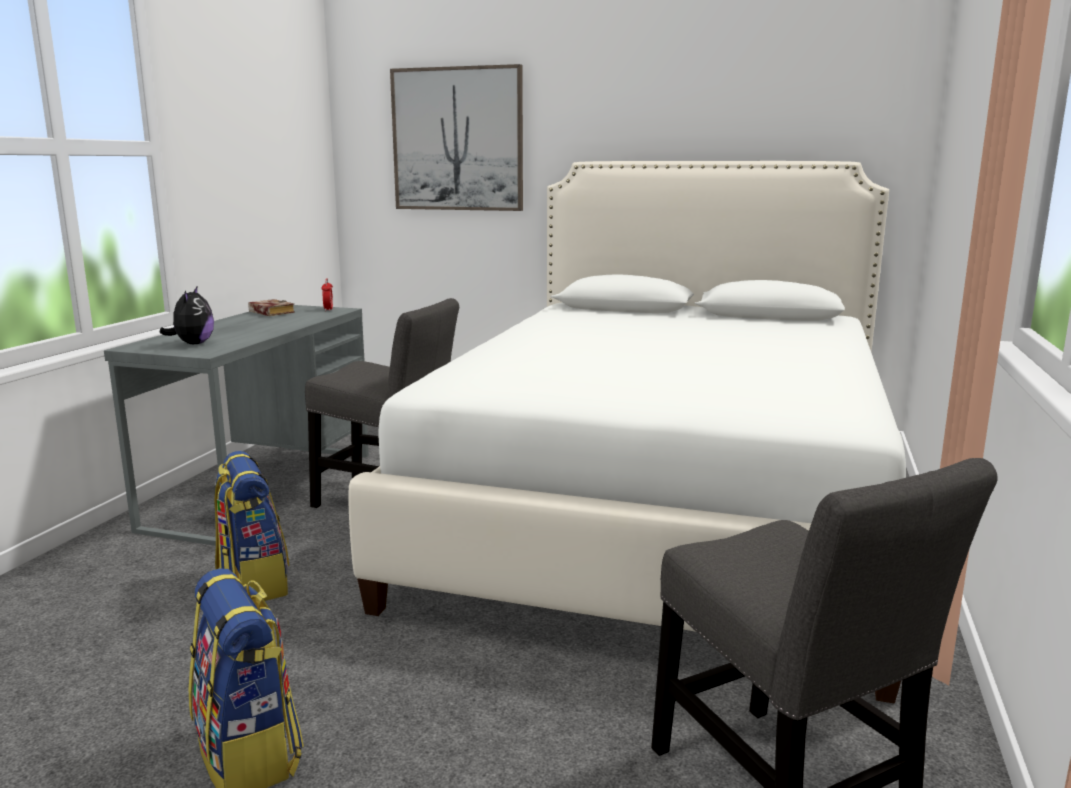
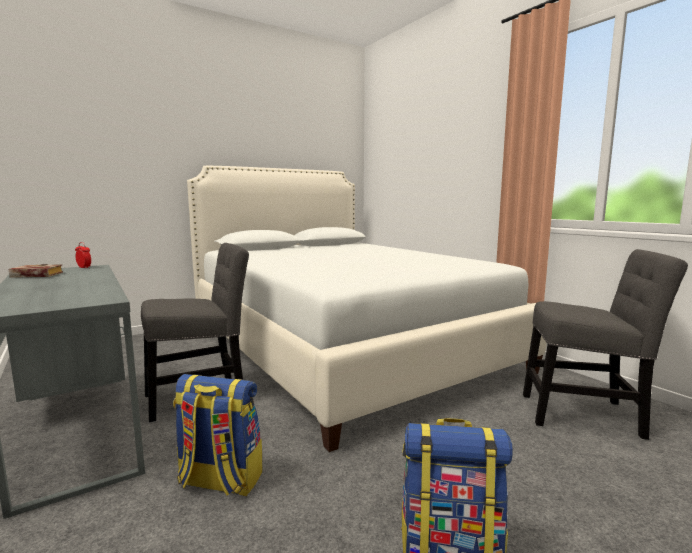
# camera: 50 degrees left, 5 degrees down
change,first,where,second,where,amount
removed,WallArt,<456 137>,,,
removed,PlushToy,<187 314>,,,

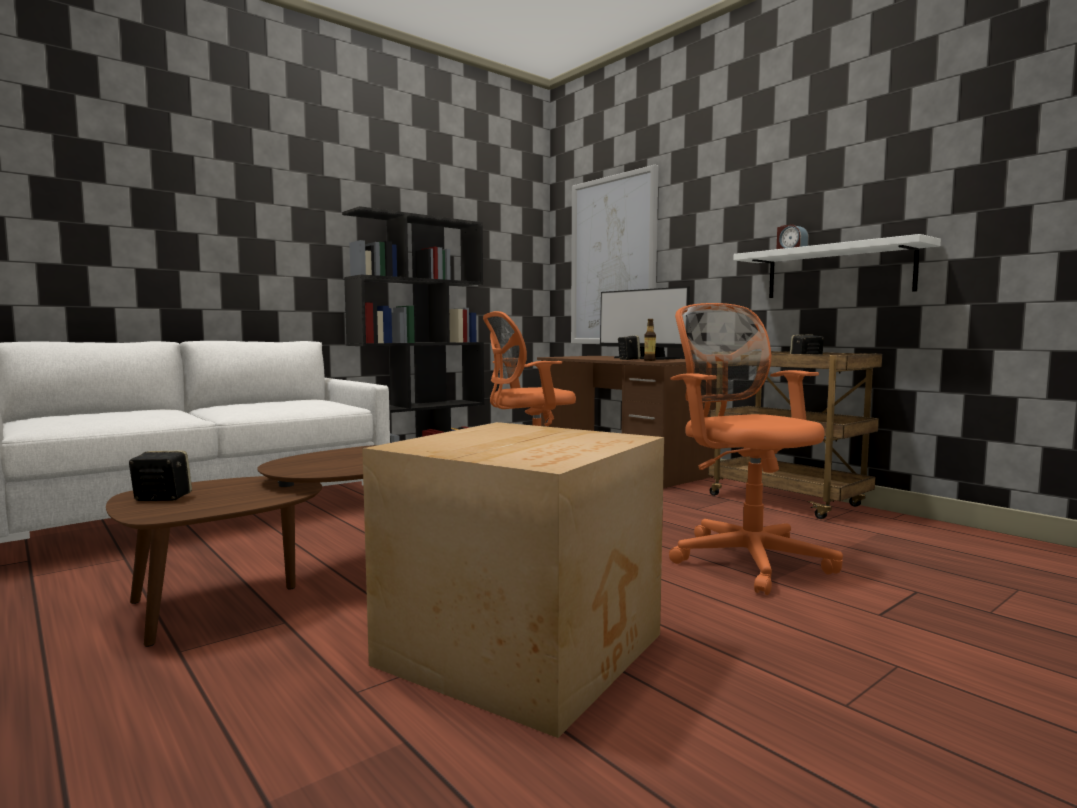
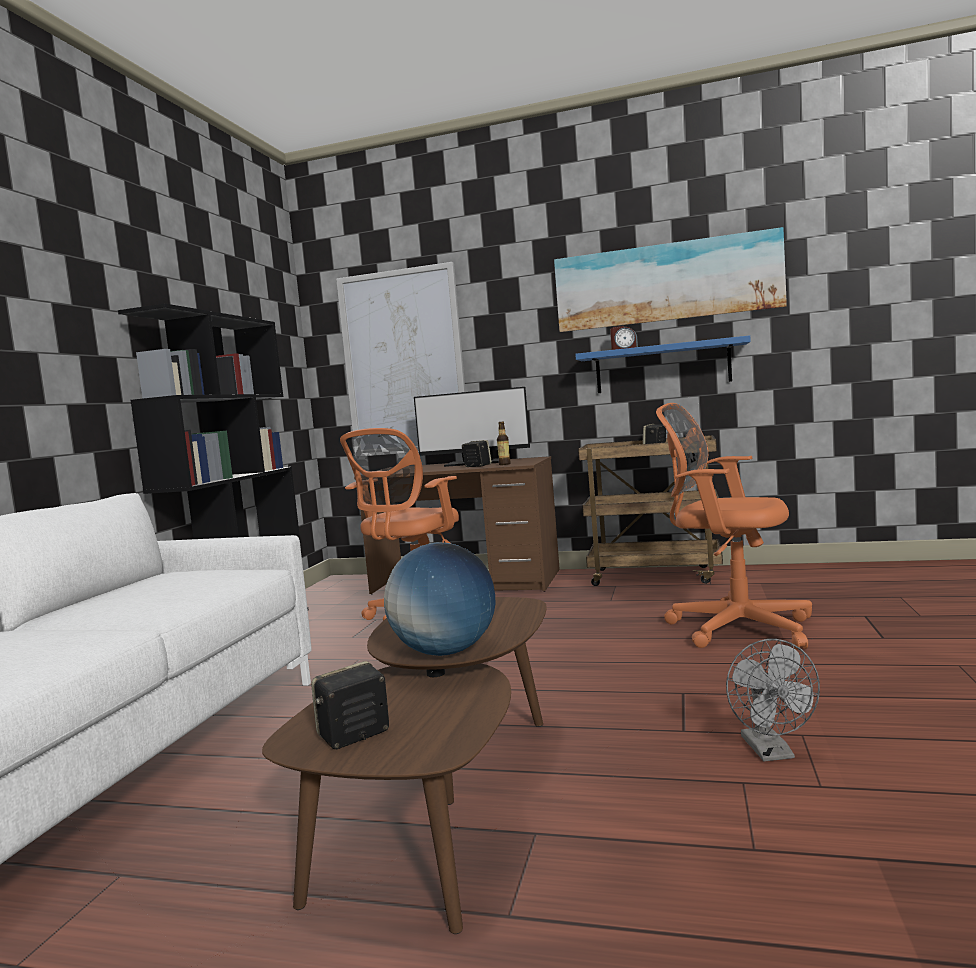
# camera: 35 degrees left, 0 degrees up
change,first,where,second,where,amount
recoloured,WhitishShelf,<837 266>,BluishShelf,<663 364>,
replaced,PackingBox,<513 580>,GrayFan,<773 700>,
added,,,WallArt,<670 279>,
added,,,WorldGlobe,<439 599>,

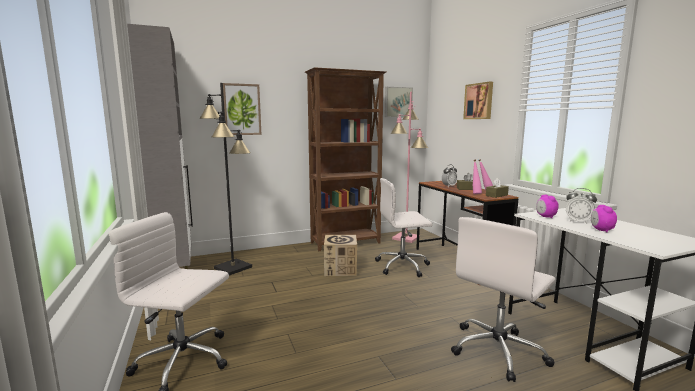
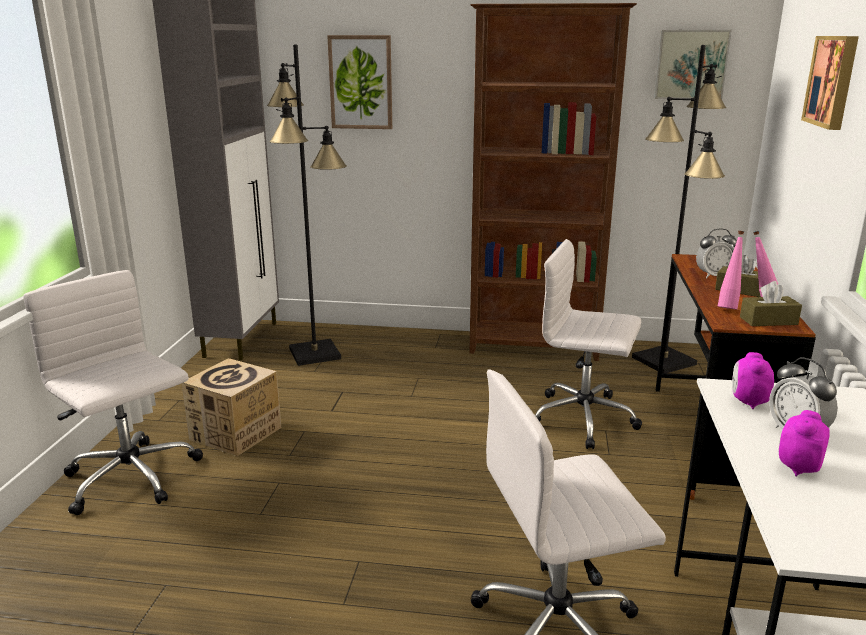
# camera: 30 degrees right, 10 degrees up
change,first,where,second,where,amount
recoloured,PinkishStandingLamp,<409 167>,BlackStandingLamp,<679 209>,
moved,PackingBox,<340 255>,,<231 407>,

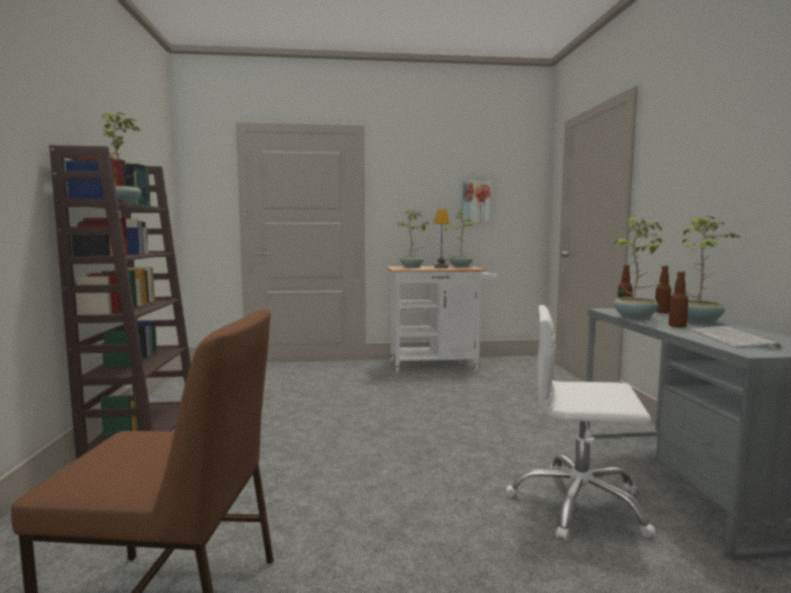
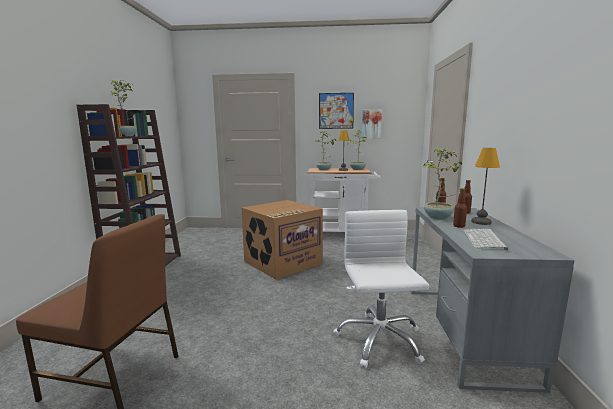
# camera: 10 degrees right, 5 degrees up
change,first,where,second,where,amount
replaced,Houseplant,<712 270>,LampForATable,<485 186>,
turned,WhitishComputerChair,<581 423>,,<381 289>,60 degrees clockwise
added,,,WallArt,<336 111>,
added,,,PackingBox,<282 240>,

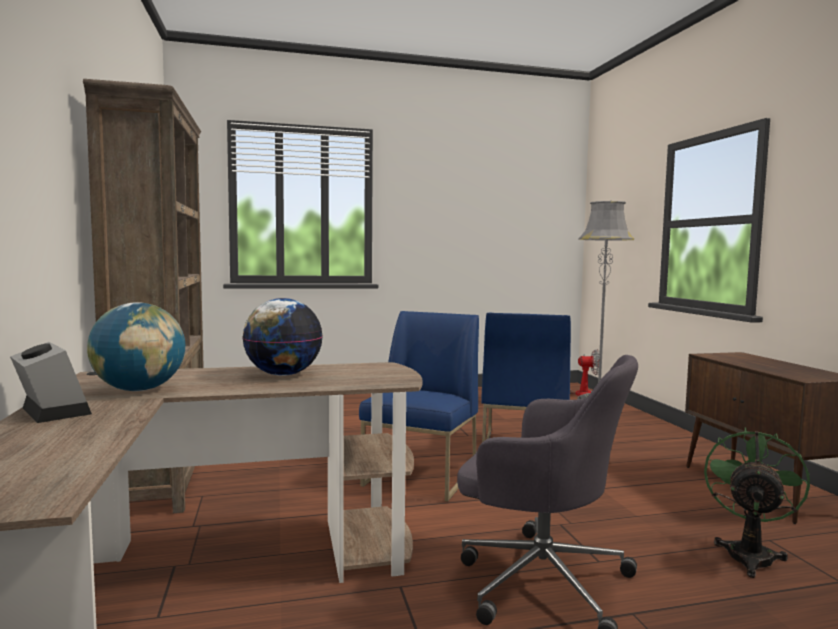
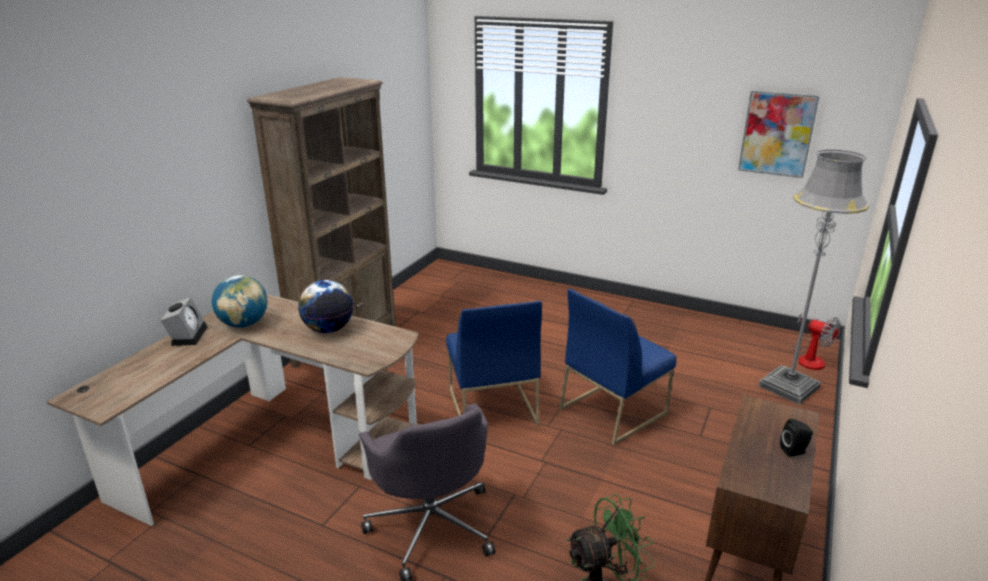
# camera: 40 degrees right, 20 degrees up
change,first,where,second,where,amount
turned,BluishChair,<419 406>,,<494 363>,105 degrees clockwise
added,,,WallArt,<779 134>,
added,,,BlackAudioSpeaker,<796 438>,

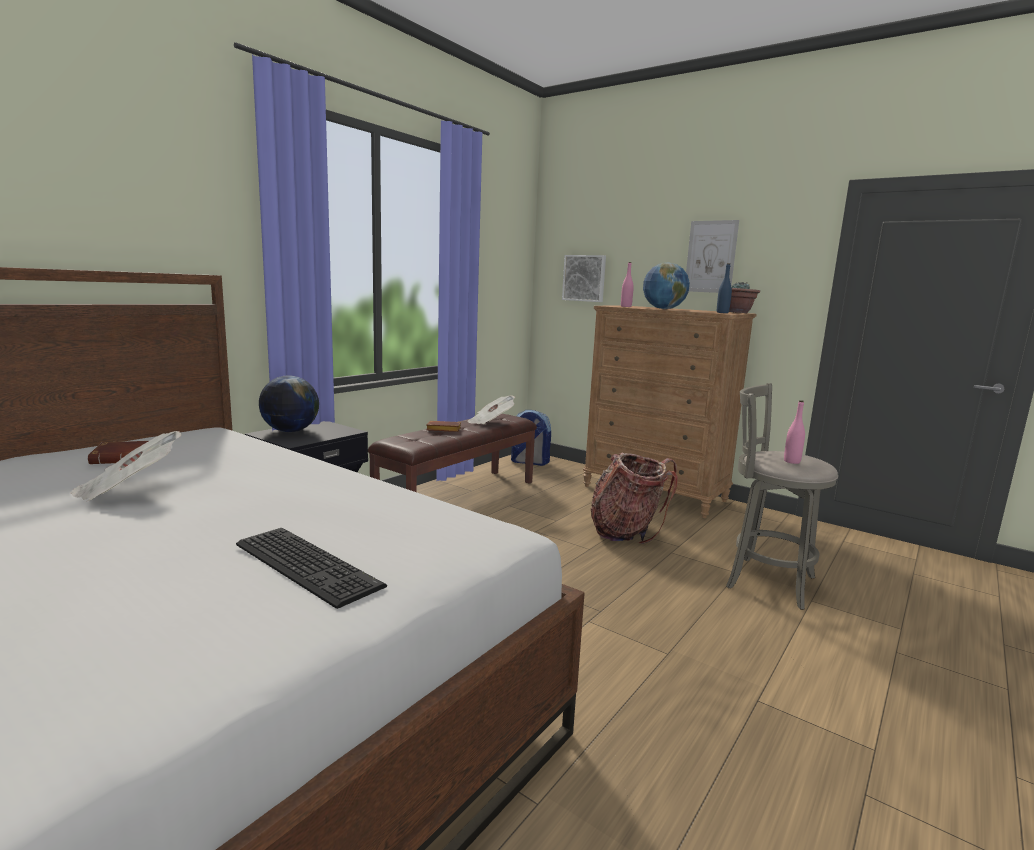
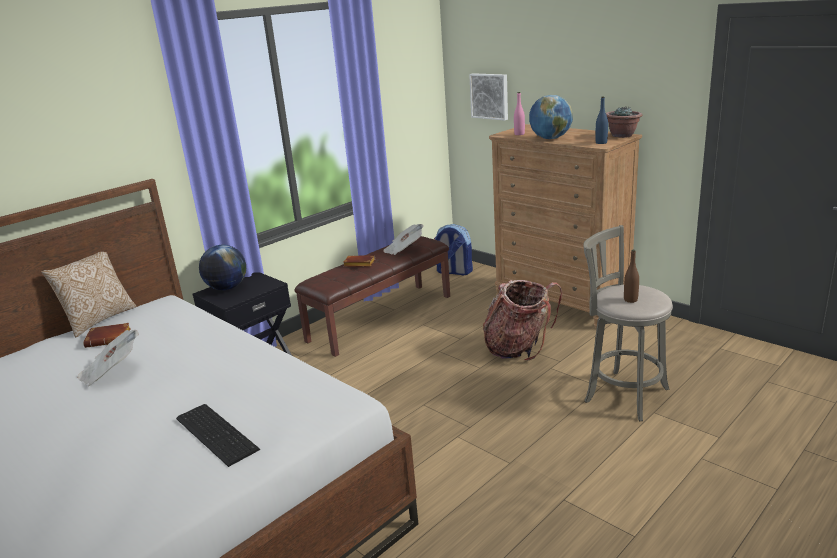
# camera: 10 degrees right, 10 degrees up
change,first,where,second,where,amount
removed,WallArt,<712 256>,,,
recoloured,PinkishBottle,<794 432>,BrownBottle,<631 276>,
added,,,ThrowPillow,<89 294>,

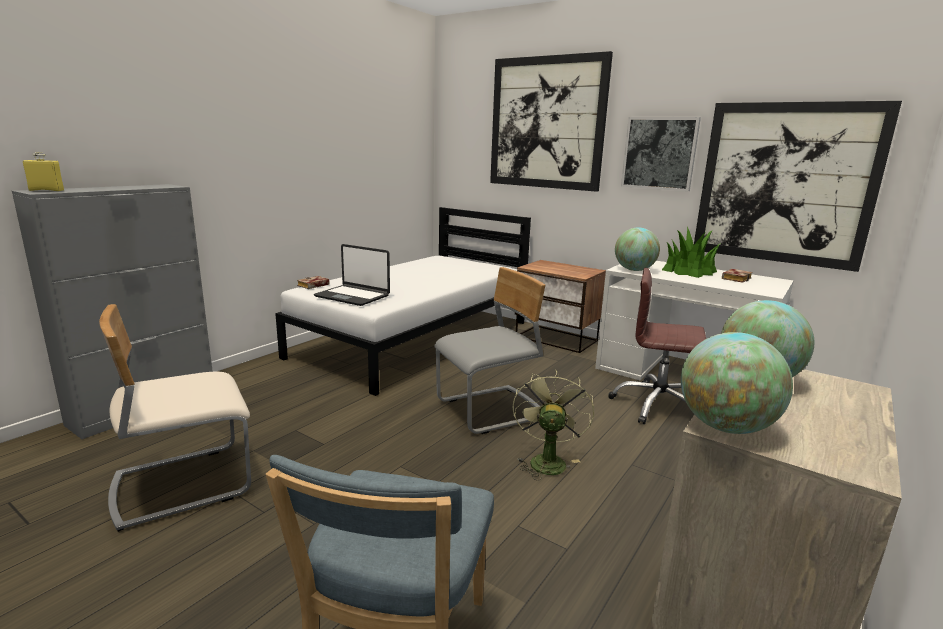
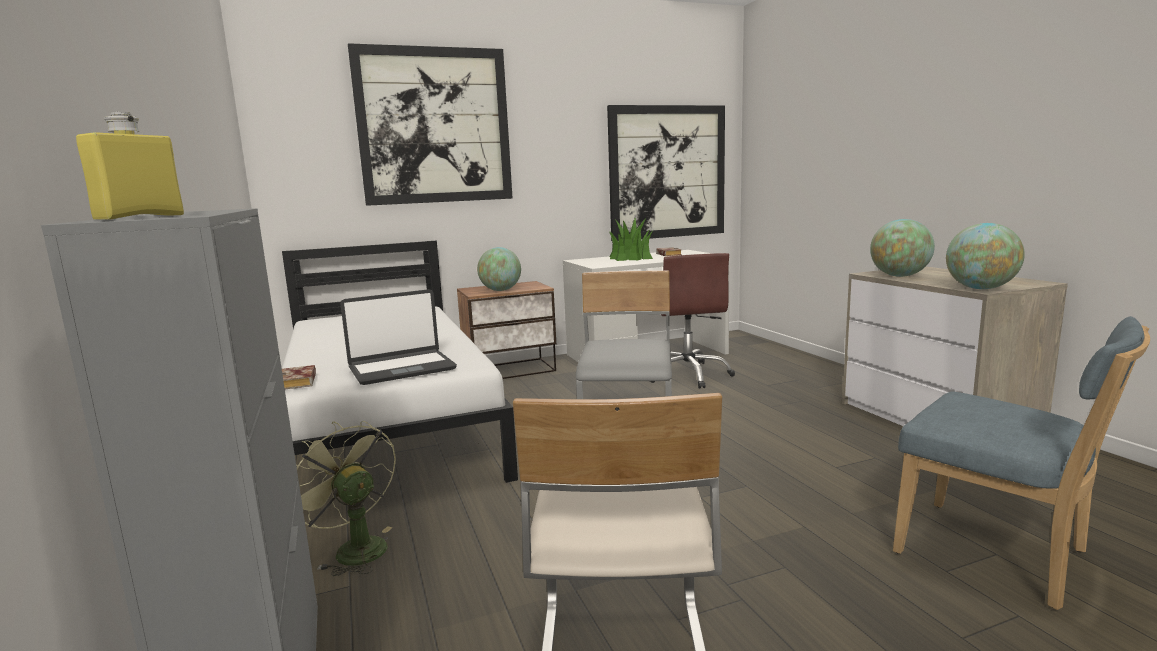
# camera: 55 degrees left, 5 degrees down
change,first,where,second,where,amount
removed,WallArt,<661 154>,,,
moved,WorldGlobe,<637 249>,,<499 269>,
turned,BrownComputerChair,<657 346>,,<692 321>,60 degrees counterclockwise
moved,GreenColouredFan,<553 425>,,<346 498>,

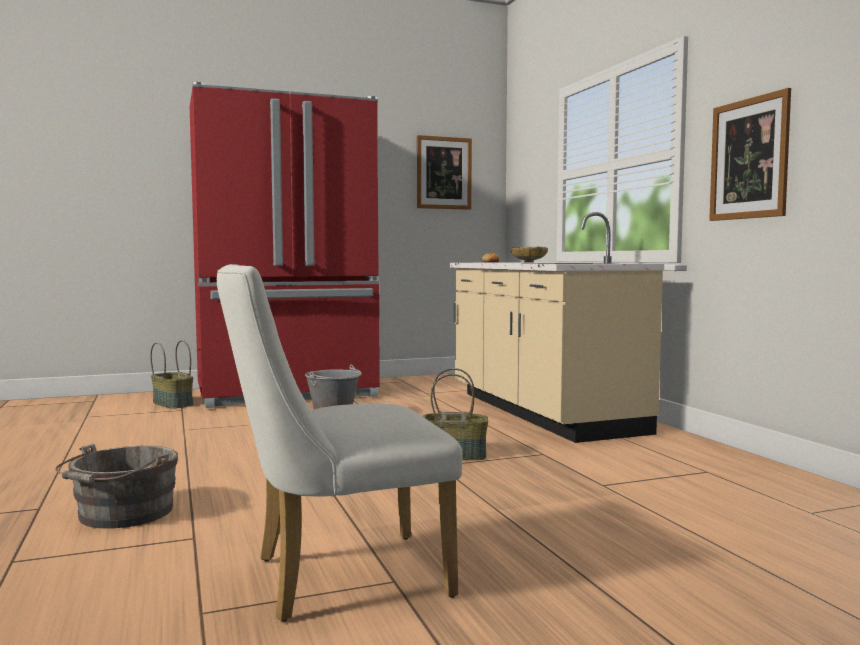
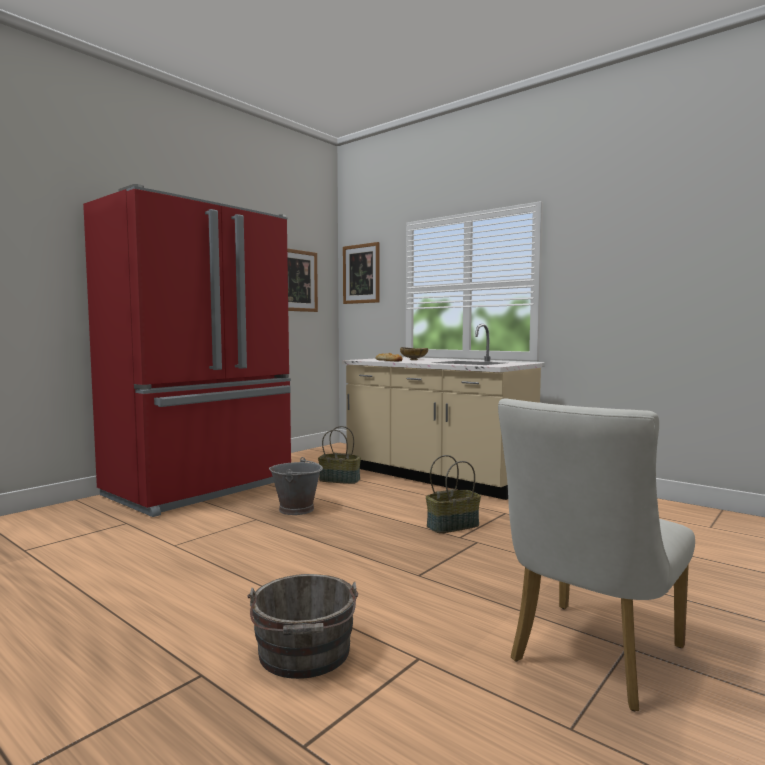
# camera: 30 degrees left, 0 degrees up
change,first,where,second,where,amount
moved,WallArt,<750 154>,,<361 273>,
moved,StorageBasket,<171 374>,,<339 455>,

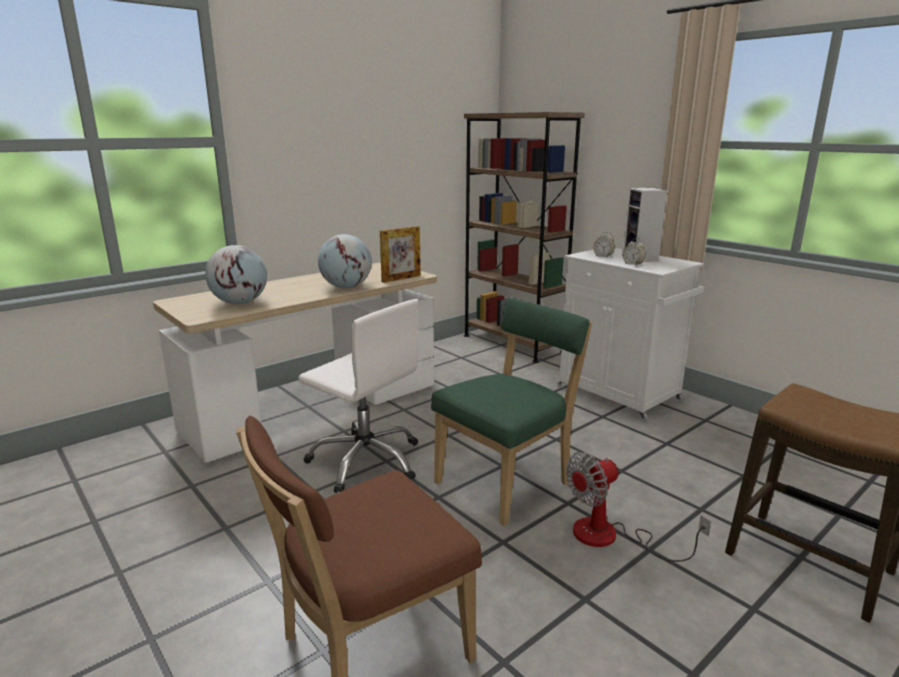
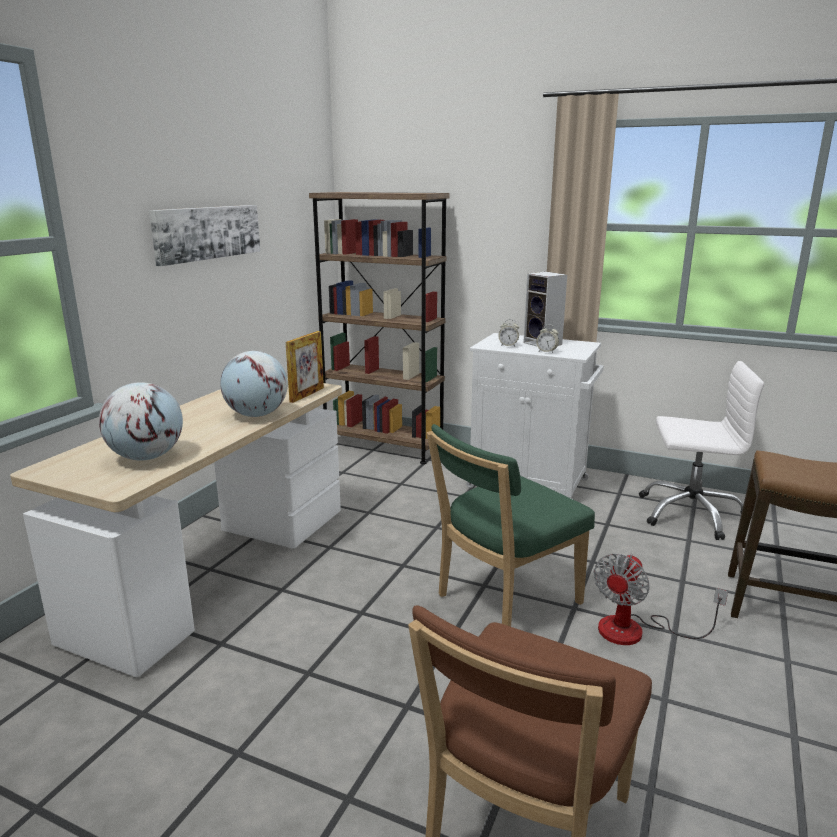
# camera: 25 degrees left, 0 degrees up
change,first,where,second,where,amount
turned,GreenColouredChair,<511 412>,,<511 525>,150 degrees counterclockwise
moved,WhitishComputerChair,<358 396>,,<701 450>,
added,,,WallArt,<204 235>,

